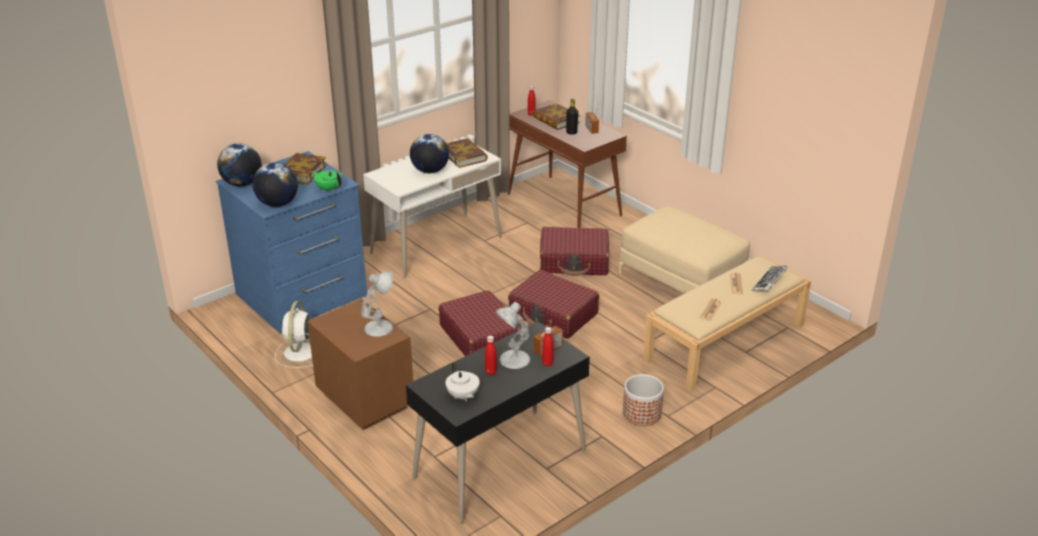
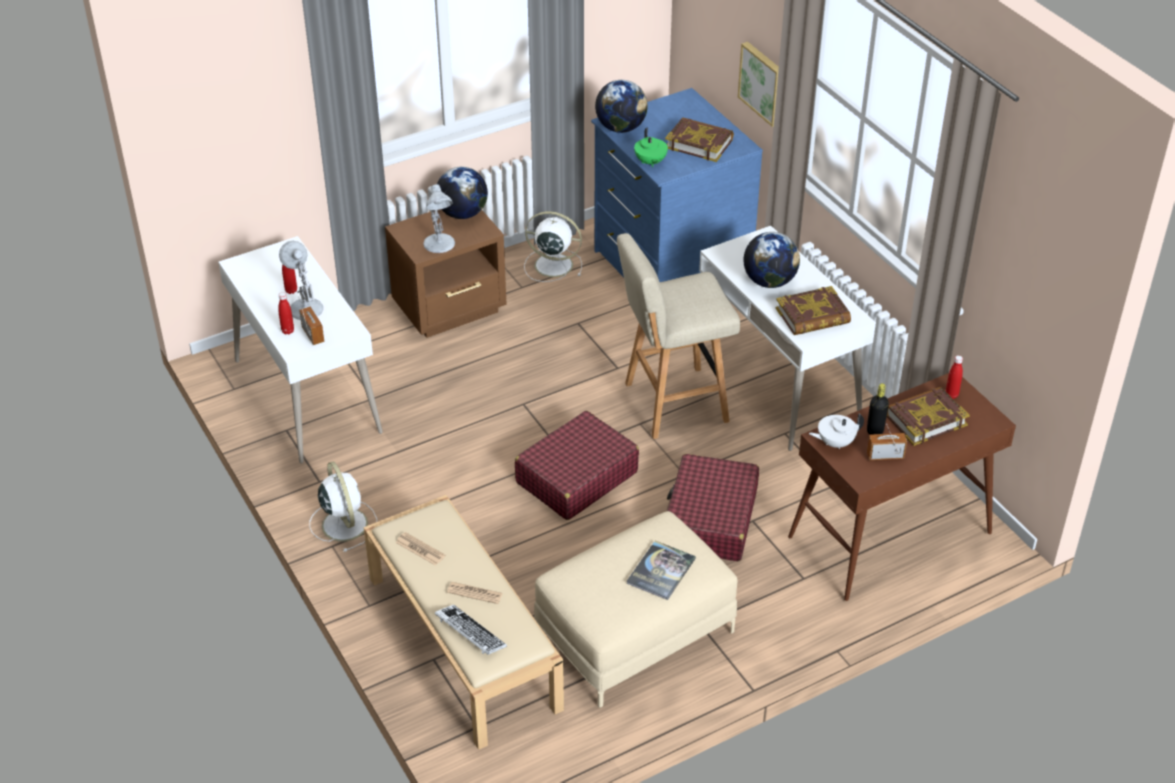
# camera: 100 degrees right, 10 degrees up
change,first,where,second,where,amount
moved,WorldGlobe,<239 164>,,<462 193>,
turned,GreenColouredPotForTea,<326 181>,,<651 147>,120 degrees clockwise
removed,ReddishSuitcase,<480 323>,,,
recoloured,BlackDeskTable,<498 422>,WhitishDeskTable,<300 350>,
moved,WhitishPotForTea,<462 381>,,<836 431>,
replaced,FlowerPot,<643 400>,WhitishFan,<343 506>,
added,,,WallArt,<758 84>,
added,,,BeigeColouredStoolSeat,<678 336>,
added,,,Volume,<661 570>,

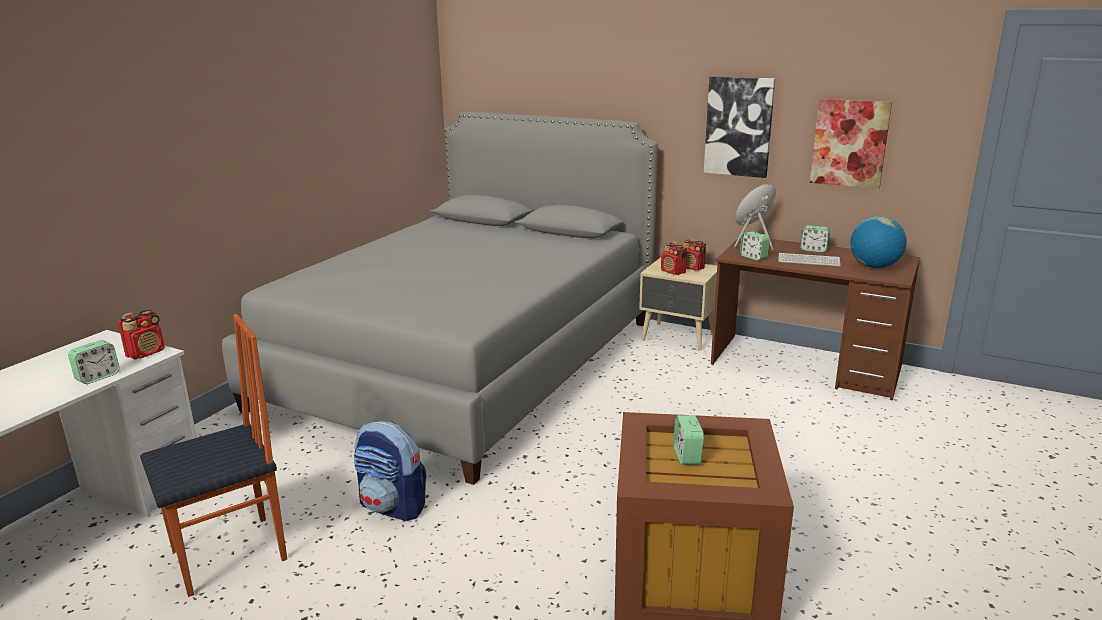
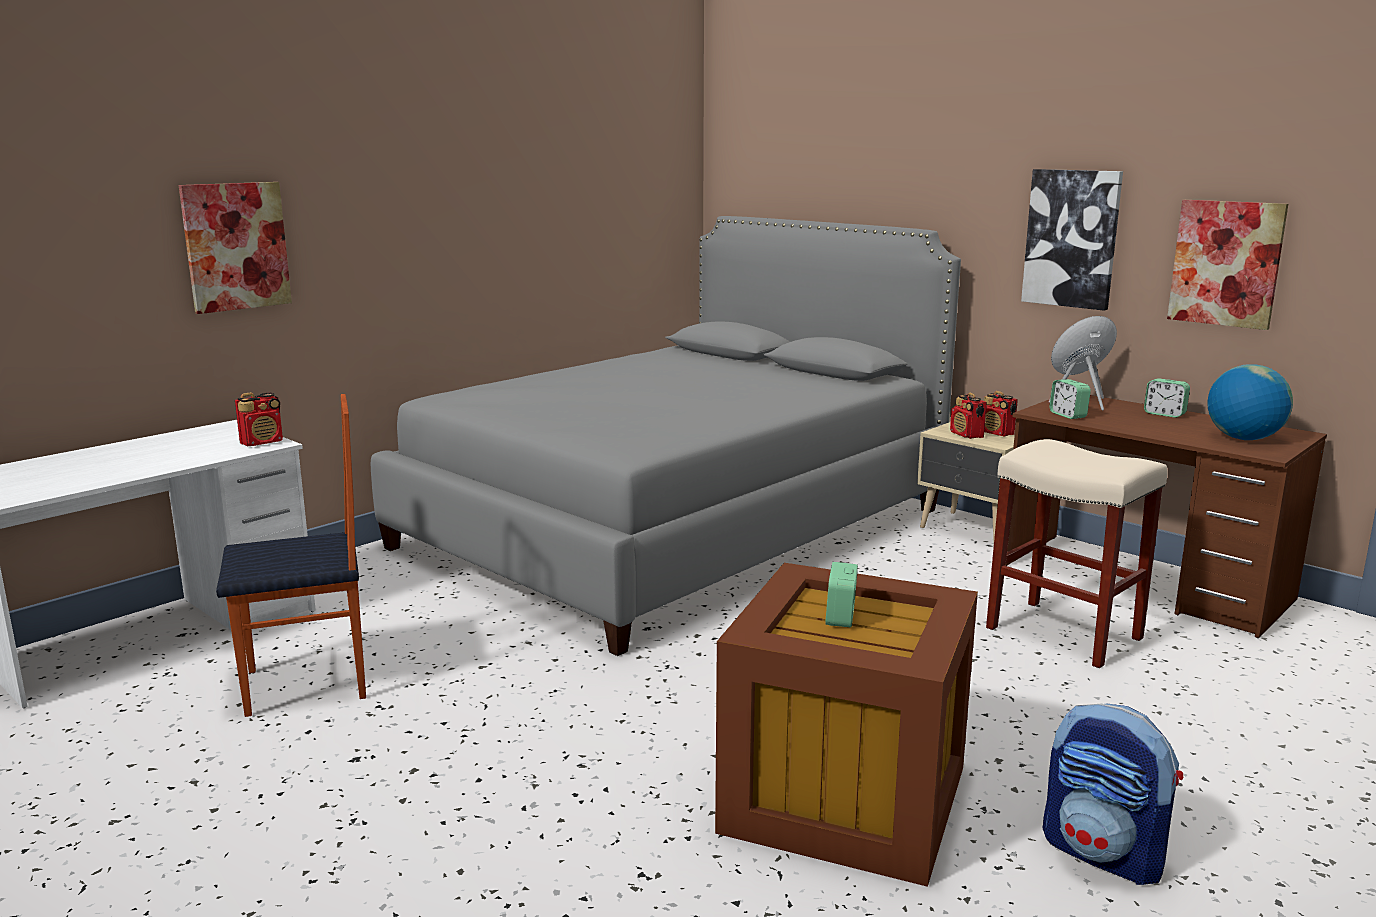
# camera: 15 degrees right, 5 degrees down
change,first,where,second,where,amount
removed,Keyboard,<809 259>,,,
removed,AlarmClock,<94 362>,,,
moved,Knapsack,<390 471>,,<1113 794>,
added,,,WallArt,<235 248>,
added,,,BeigeColouredStoolSeat,<1076 553>,

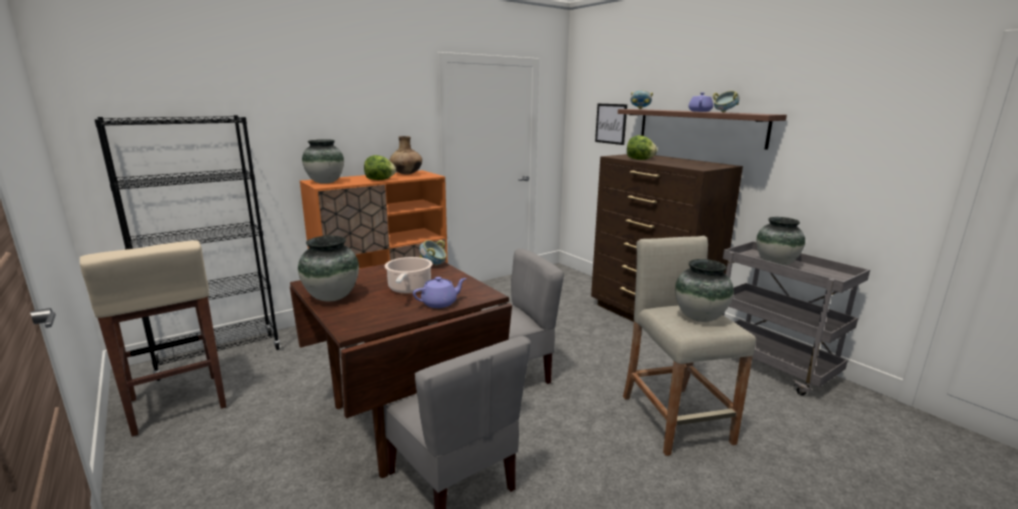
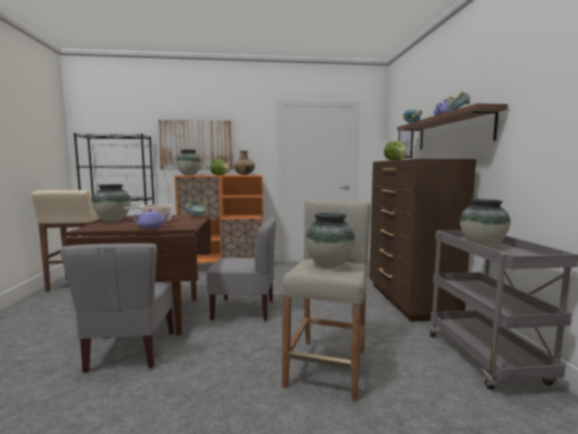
# camera: 30 degrees right, 10 degrees down
change,first,where,second,where,amount
added,,,WallArt,<196 144>,

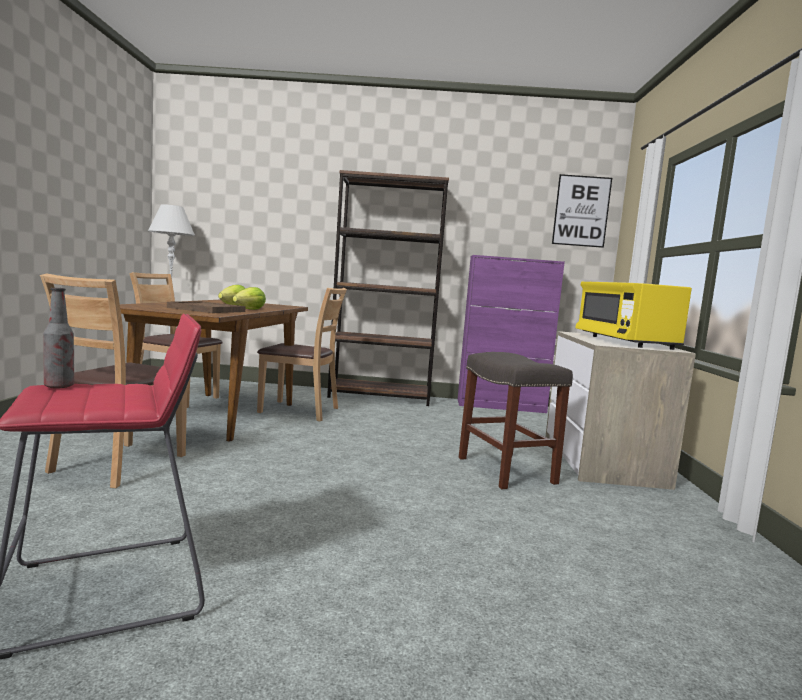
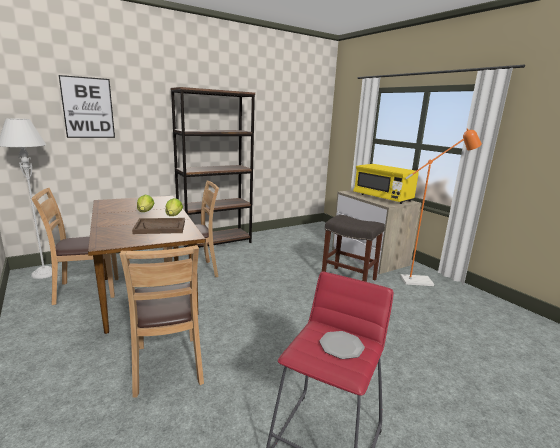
# camera: 35 degrees left, 10 degrees up
change,first,where,second,where,amount
moved,WallArt,<582 211>,,<87 106>,
removed,PurpleColouredCupboard,<511 334>,,,
removed,Bottle,<58 338>,,,
added,,,OrangeStandingLamp,<441 207>,
added,,,FlatDish,<342 345>,

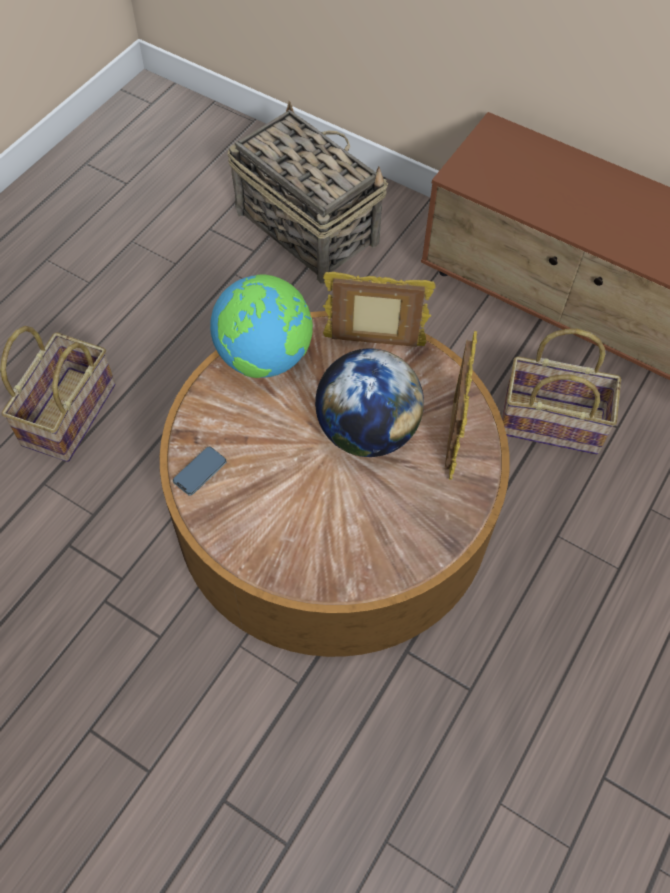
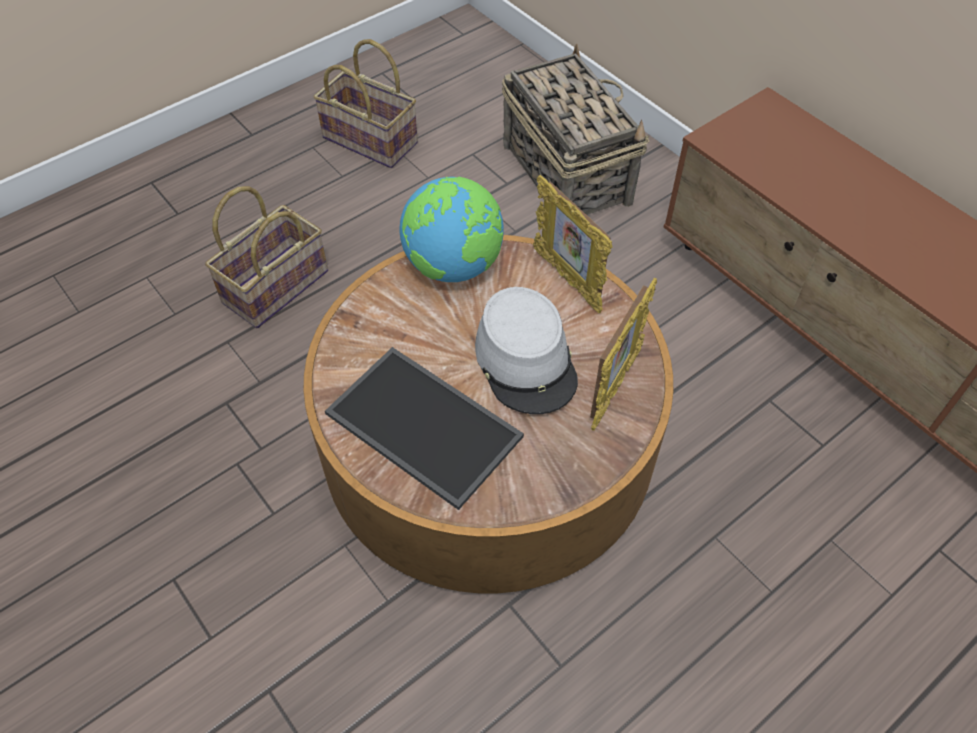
# camera: 20 degrees right, 5 degrees down
change,first,where,second,where,amount
turned,PhotoFrame,<379 309>,,<572 244>,150 degrees counterclockwise
moved,StorageBasket,<561 391>,,<366 103>,
replaced,WorldGlobe,<369 403>,GrayHat,<526 350>,
removed,Phone,<200 471>,,,
added,,,Tray,<424 428>,

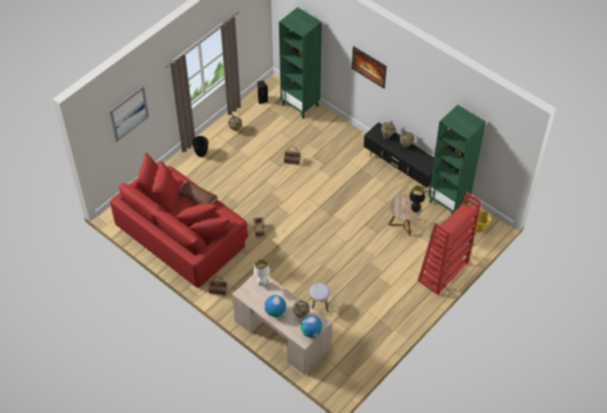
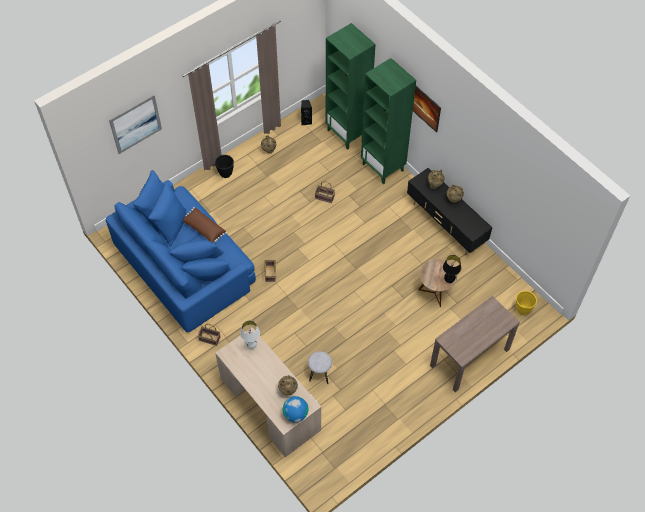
# camera: 10 degrees right, 5 degrees up
change,first,where,second,where,amount
moved,GreenColouredBookshelf,<457 159>,,<388 121>,
recoloured,ReddishSettee,<179 220>,BluishSettee,<181 251>,
replaced,ReddishBookshelf,<450 243>,BrownHallTable,<475 344>,
removed,WorldGlobe,<275 306>,,,

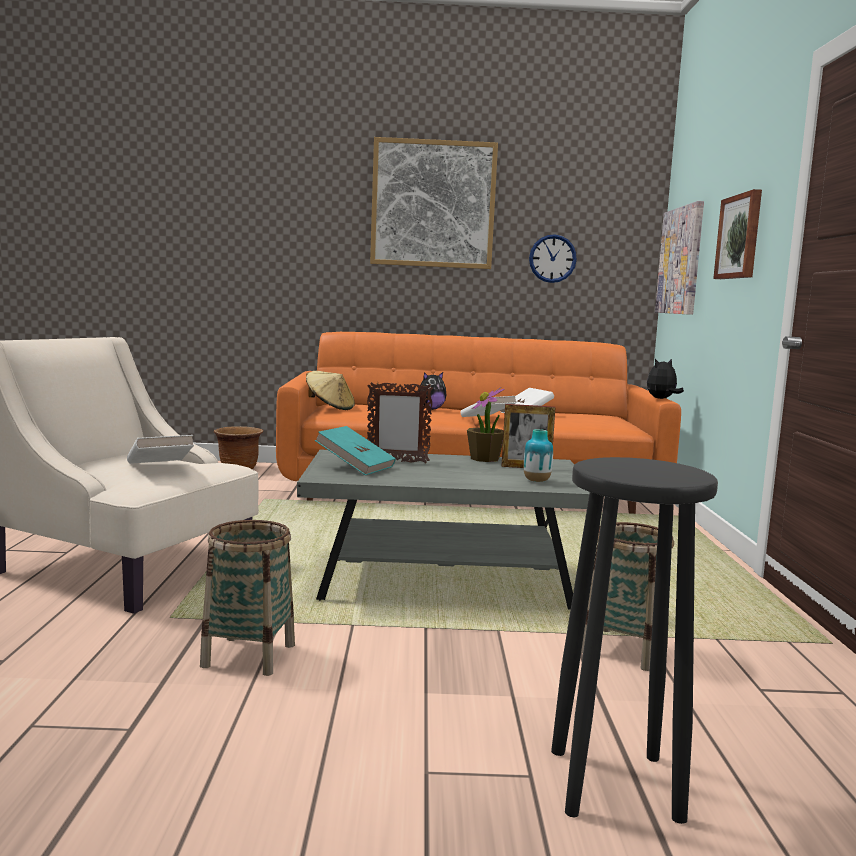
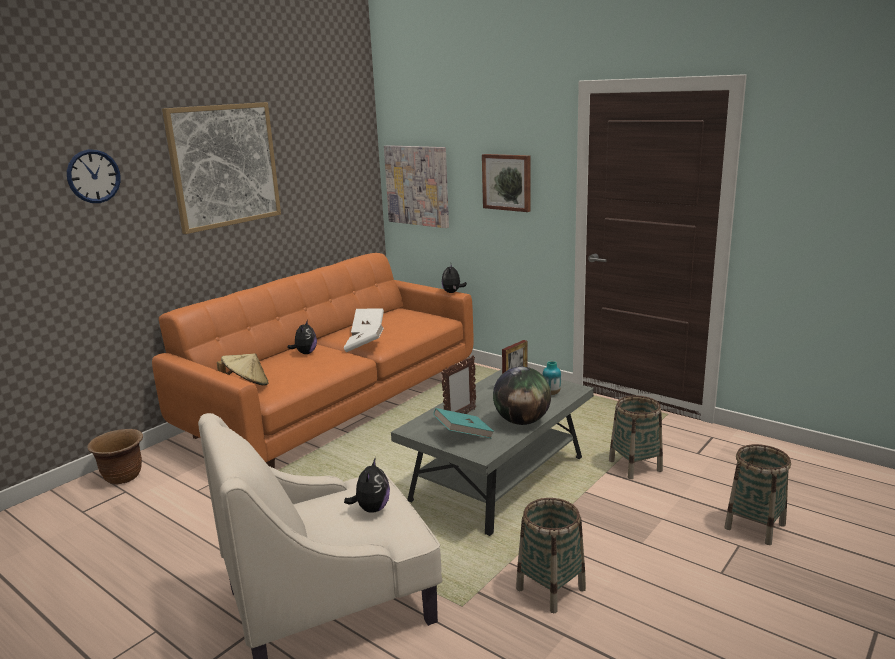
# camera: 50 degrees left, 10 degrees up
change,first,where,second,where,amount
moved,HangingClock,<553 258>,,<94 176>,
removed,Houseplant,<486 424>,,,
replaced,WhitishVolume,<160 449>,PlushToy,<367 485>,
replaced,BlackStoolSeat,<634 640>,StorageBasket,<758 494>,
added,,,WorldGlobe,<522 396>,

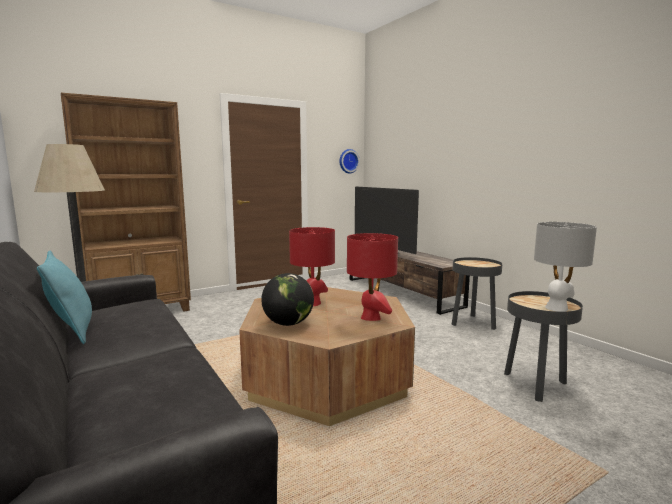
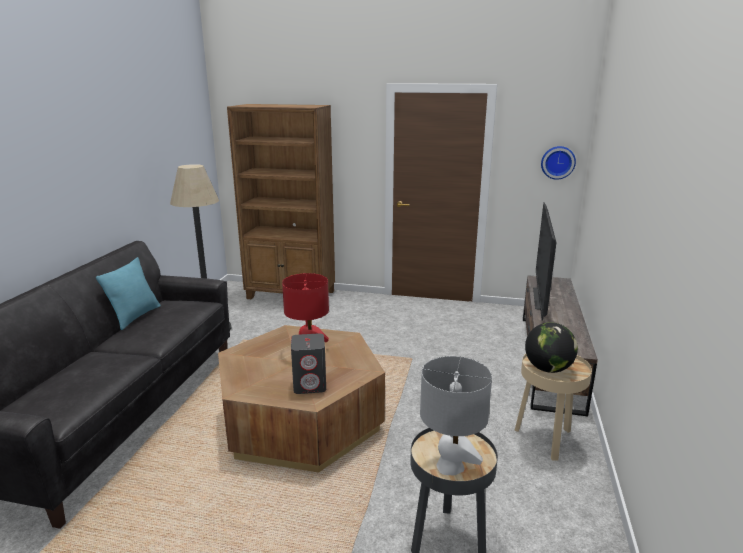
# camera: 45 degrees right, 10 degrees up
change,first,where,second,where,amount
replaced,ReddishLampForATable,<372 277>,GrayAudioSpeaker,<308 363>,
recoloured,BlackSideTable,<477 293>,BeigeColouredSideTable,<553 407>,
moved,WorldGlobe,<287 299>,,<551 347>,

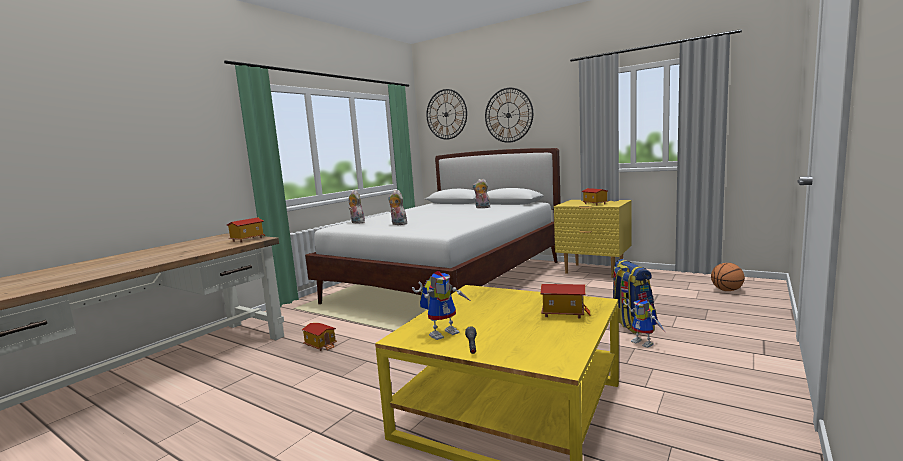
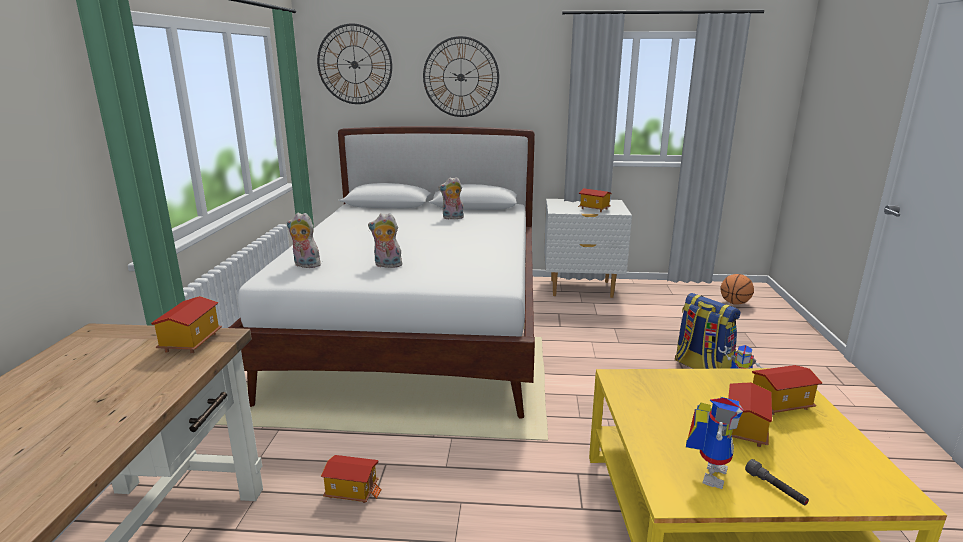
# camera: 30 degrees left, 10 degrees up
change,first,where,second,where,amount
recoloured,YellowishNightTable,<593 239>,WhitishNightTable,<588 248>,
added,,,MiniatureHouse,<750 414>,

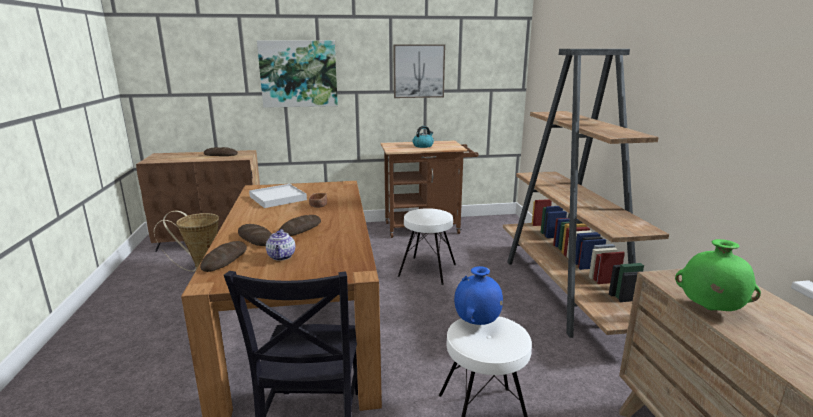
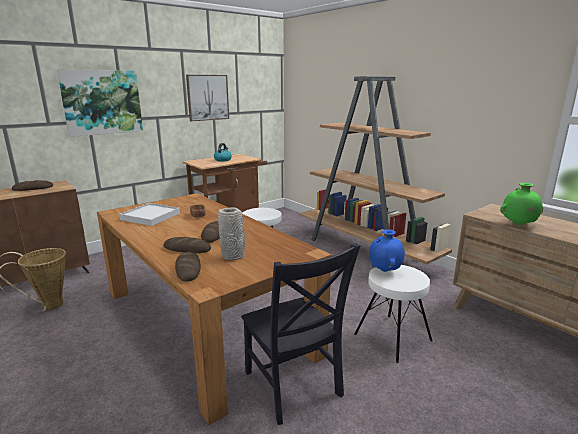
# camera: 30 degrees left, 0 degrees up
change,first,where,second,where,amount
replaced,PotForTea,<280 245>,GrayFlowerVase,<231 234>,

